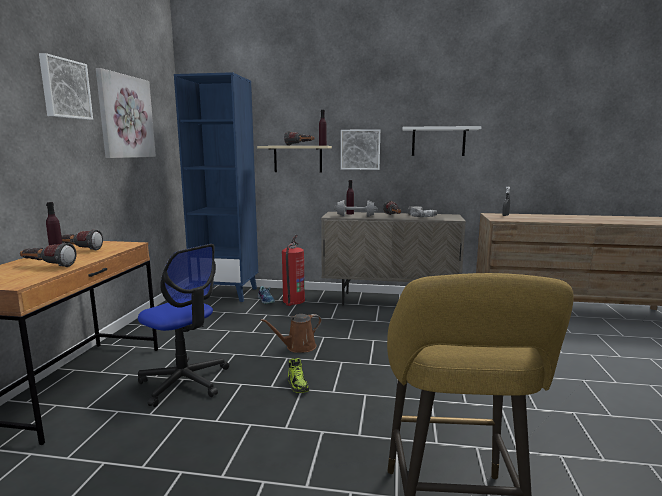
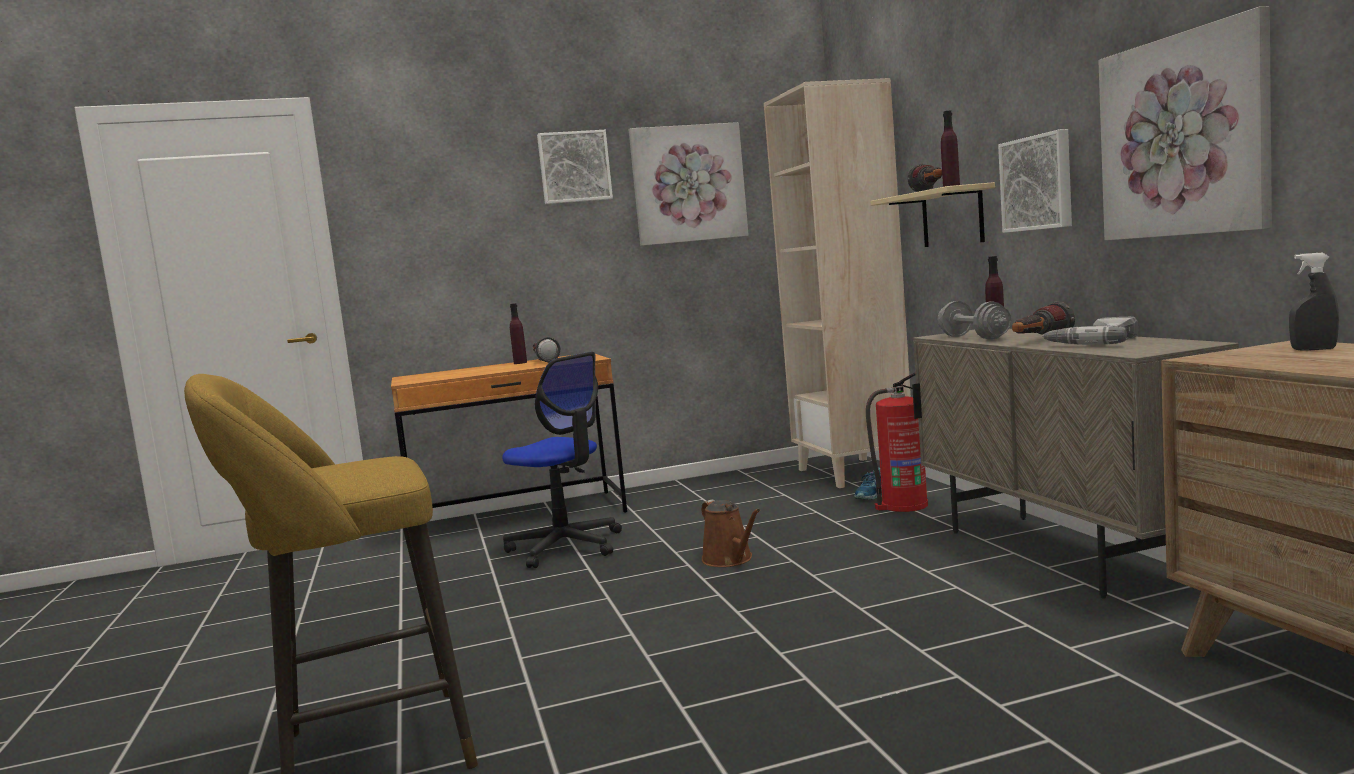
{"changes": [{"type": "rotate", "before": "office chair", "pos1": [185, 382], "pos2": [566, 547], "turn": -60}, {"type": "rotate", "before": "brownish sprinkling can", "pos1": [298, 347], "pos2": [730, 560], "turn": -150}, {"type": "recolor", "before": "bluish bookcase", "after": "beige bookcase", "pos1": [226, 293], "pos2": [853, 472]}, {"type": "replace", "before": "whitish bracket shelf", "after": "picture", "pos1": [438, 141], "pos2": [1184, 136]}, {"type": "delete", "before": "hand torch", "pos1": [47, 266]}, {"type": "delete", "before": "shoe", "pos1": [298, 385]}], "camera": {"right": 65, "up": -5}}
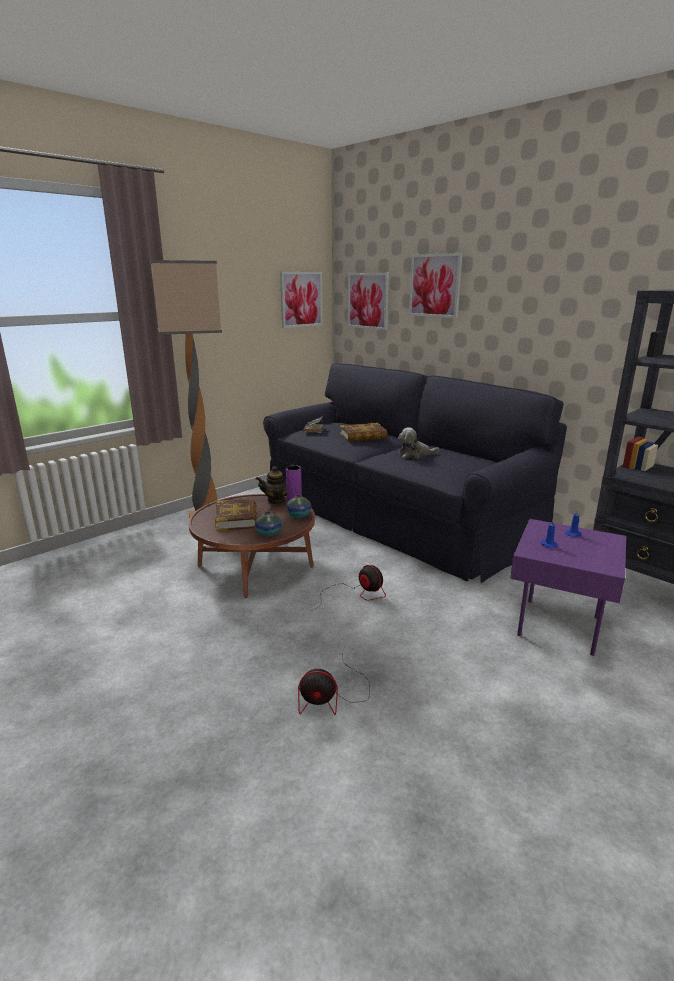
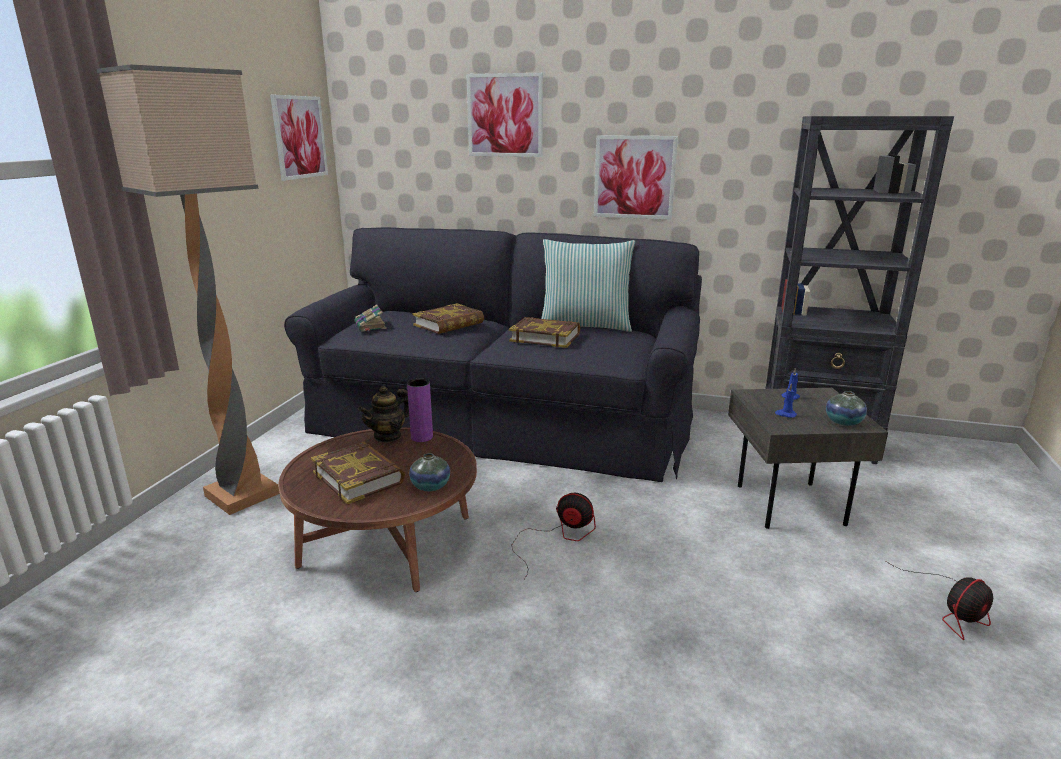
{"changes": [{"type": "replace", "before": "soft toy", "after": "book", "pos1": [415, 455], "pos2": [545, 337]}, {"type": "insert", "after": "pillow", "pos2": [585, 326]}, {"type": "move", "before": "picture", "pos1": [368, 301], "pos2": [634, 177]}, {"type": "recolor", "before": "purplish accent table", "after": "gray accent table", "pos1": [556, 624], "pos2": [786, 503]}, {"type": "move", "before": "vase", "pos1": [299, 515], "pos2": [843, 422]}, {"type": "move", "before": "electric fan", "pos1": [332, 697], "pos2": [954, 610]}], "camera": {"right": -30, "up": 0}}
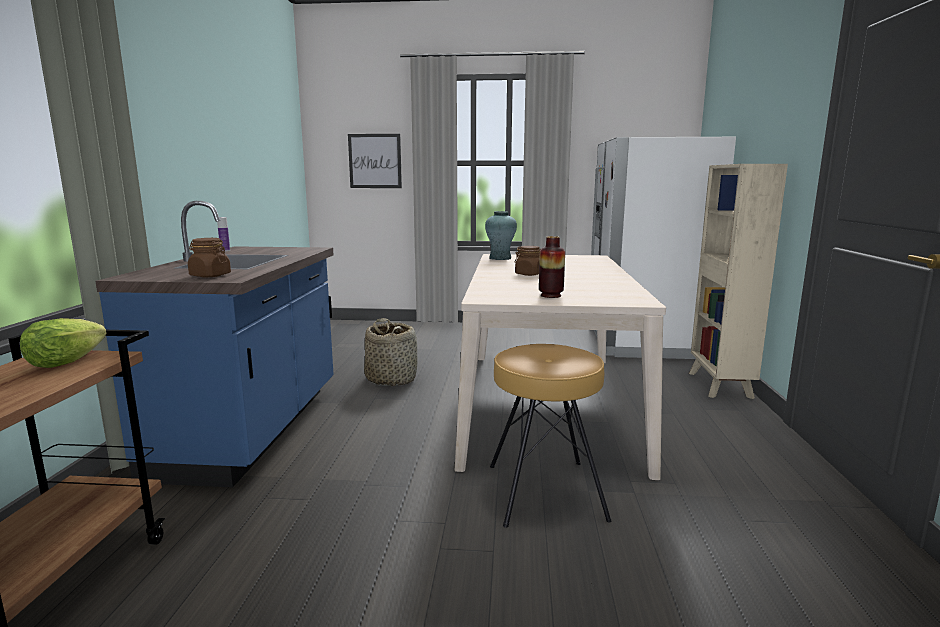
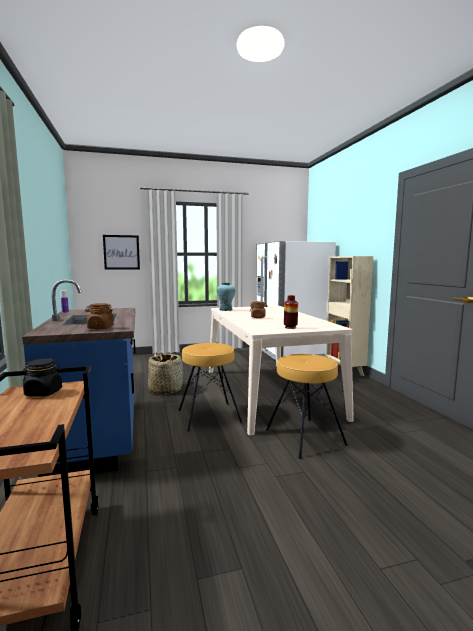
{"changes": [{"type": "replace", "before": "head of lettuce", "after": "black jar", "pos1": [65, 362], "pos2": [44, 393]}, {"type": "insert", "after": "brownish stool seat", "pos2": [209, 416]}], "camera": {"right": -20, "up": -5}}
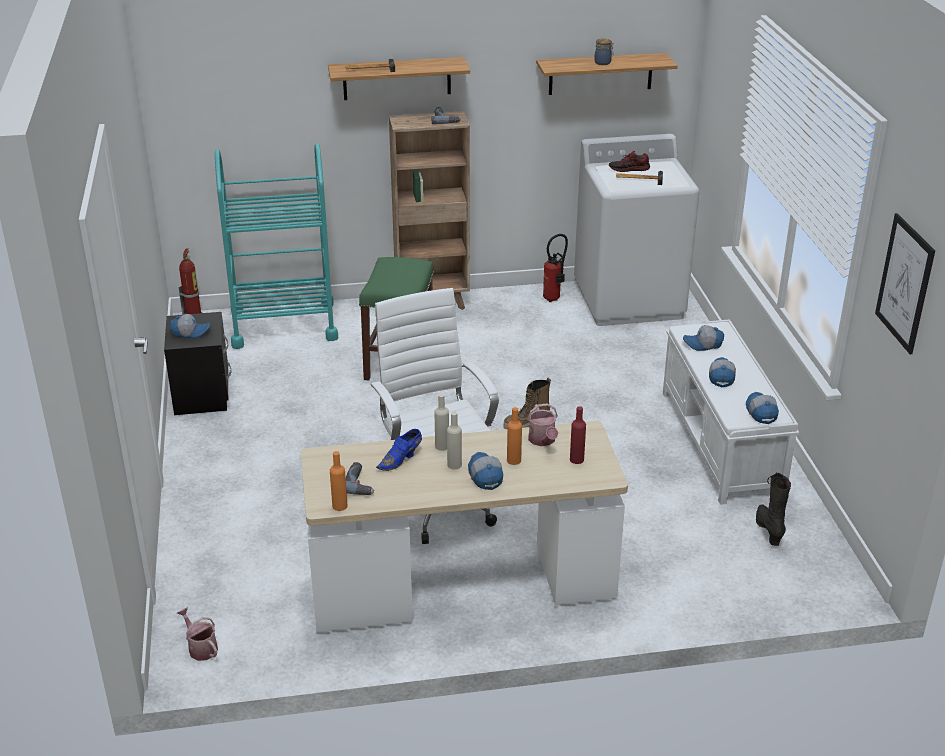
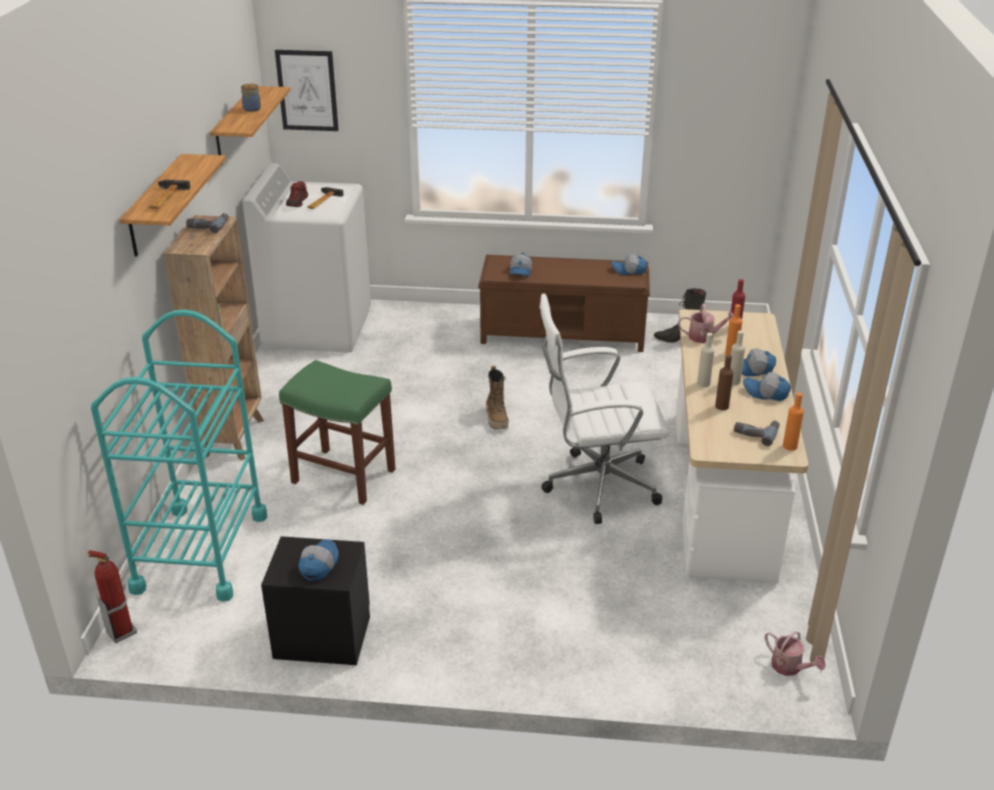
{"changes": [{"type": "move", "before": "picture", "pos1": [904, 283], "pos2": [307, 90]}, {"type": "recolor", "before": "whitish indoor bench", "after": "brownish indoor bench", "pos1": [721, 443], "pos2": [564, 334]}, {"type": "replace", "before": "bluish shoe", "after": "brownish beverage bottle", "pos1": [401, 460], "pos2": [722, 406]}, {"type": "move", "before": "cap", "pos1": [720, 376], "pos2": [765, 393]}, {"type": "rotate", "before": "sprinkling can", "pos1": [200, 647], "pos2": [790, 667], "turn": -105}, {"type": "delete", "before": "extinguisher", "pos1": [554, 299]}], "camera": {"right": -75, "up": 0}}
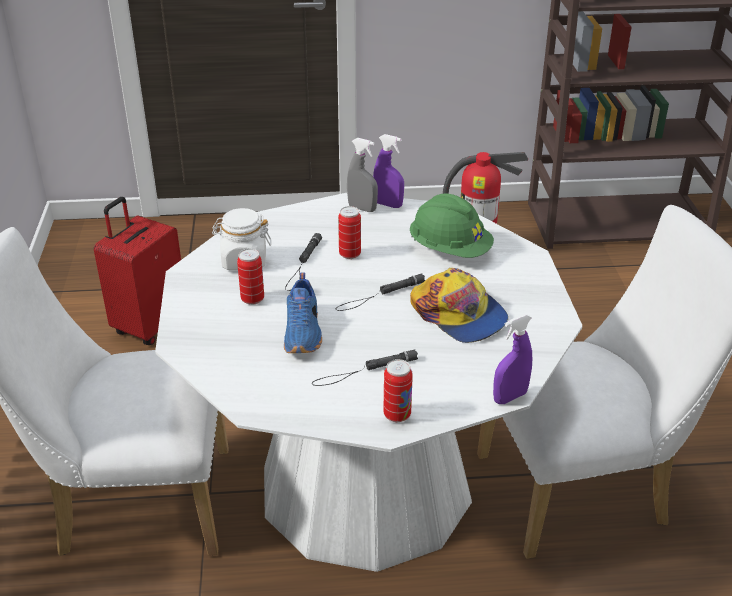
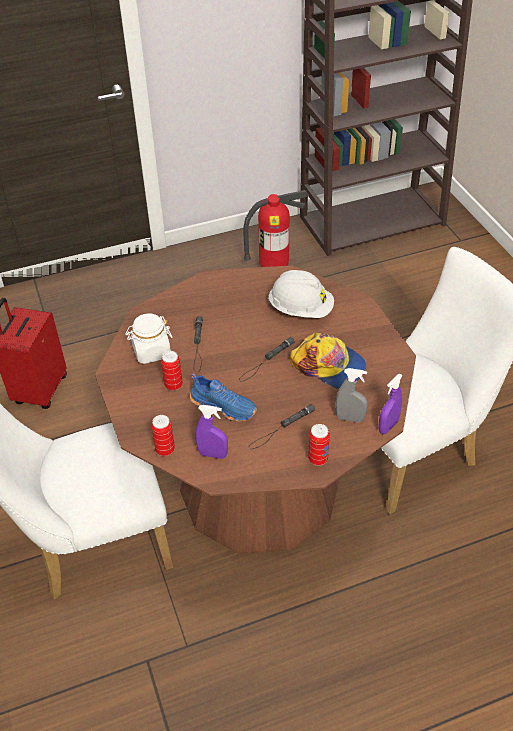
{"changes": [{"type": "recolor", "before": "whitish kitchen table", "after": "brownish kitchen table", "pos1": [365, 484], "pos2": [259, 485]}, {"type": "move", "before": "sealed can", "pos1": [350, 254], "pos2": [165, 450]}, {"type": "rotate", "before": "bluish shoe", "pos1": [304, 332], "pos2": [224, 406], "turn": -45}, {"type": "move", "before": "purplish spray bottle", "pos1": [388, 204], "pos2": [213, 454]}, {"type": "recolor", "before": "greenish hard hat", "after": "whitish hard hat", "pos1": [449, 250], "pos2": [301, 309]}, {"type": "move", "before": "gray spray bottle", "pos1": [362, 208], "pos2": [350, 418]}], "camera": {"right": -15, "up": 10}}
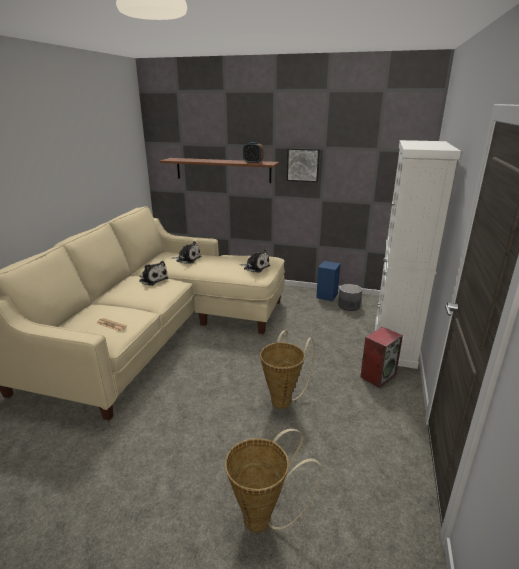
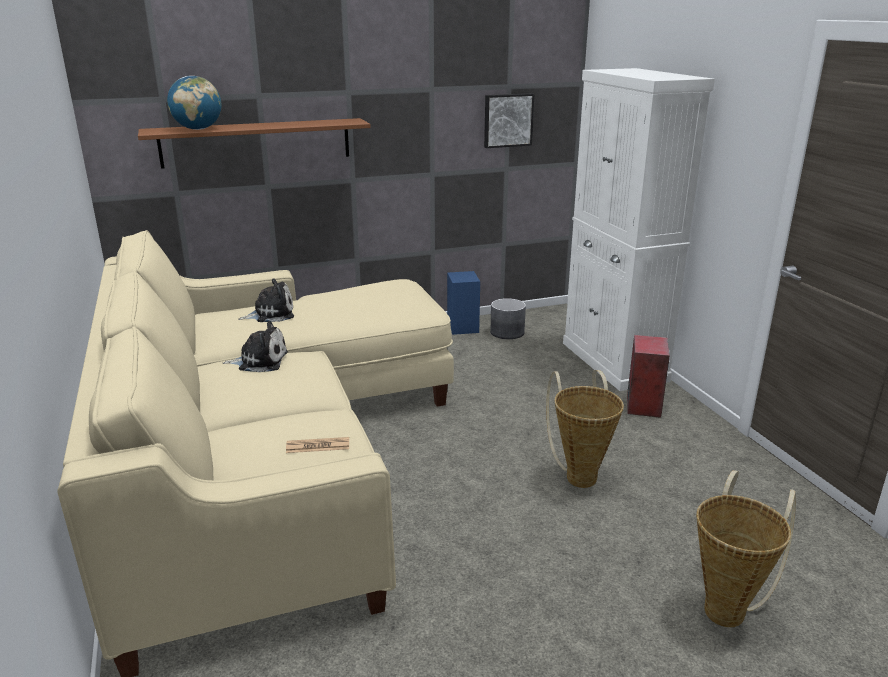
{"changes": [{"type": "insert", "after": "globe", "pos2": [198, 129]}, {"type": "move", "before": "picture", "pos1": [303, 165], "pos2": [507, 120]}, {"type": "delete", "before": "soft toy", "pos1": [255, 267]}, {"type": "delete", "before": "alarm clock", "pos1": [253, 163]}], "camera": {"right": -35, "up": 0}}
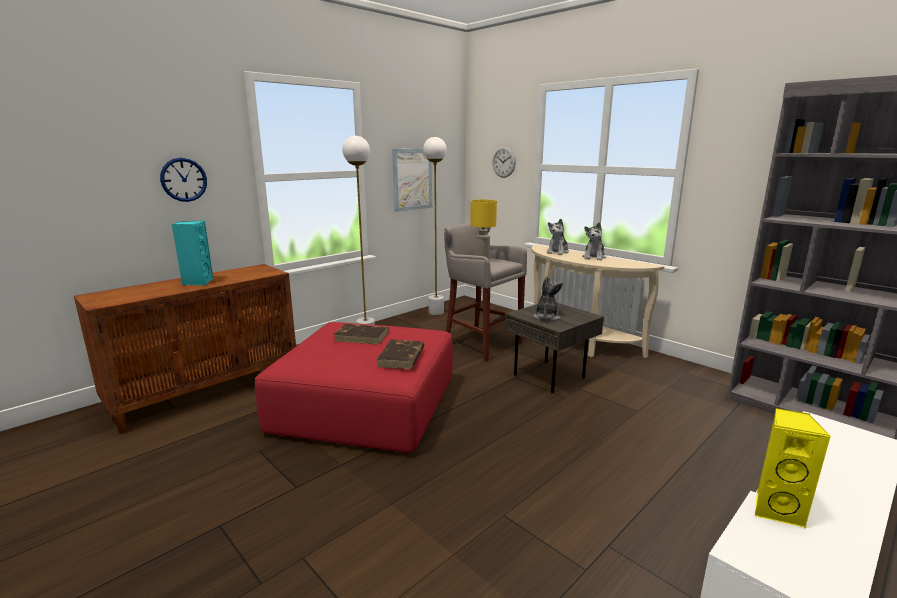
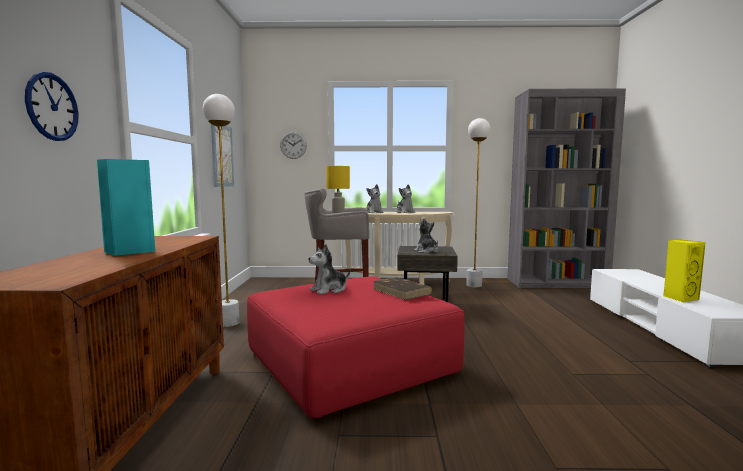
{"changes": [{"type": "replace", "before": "brownish book", "after": "soft toy", "pos1": [362, 336], "pos2": [329, 290]}, {"type": "move", "before": "whitish floor lamp", "pos1": [436, 312], "pos2": [474, 285]}], "camera": {"right": -45, "up": -10}}
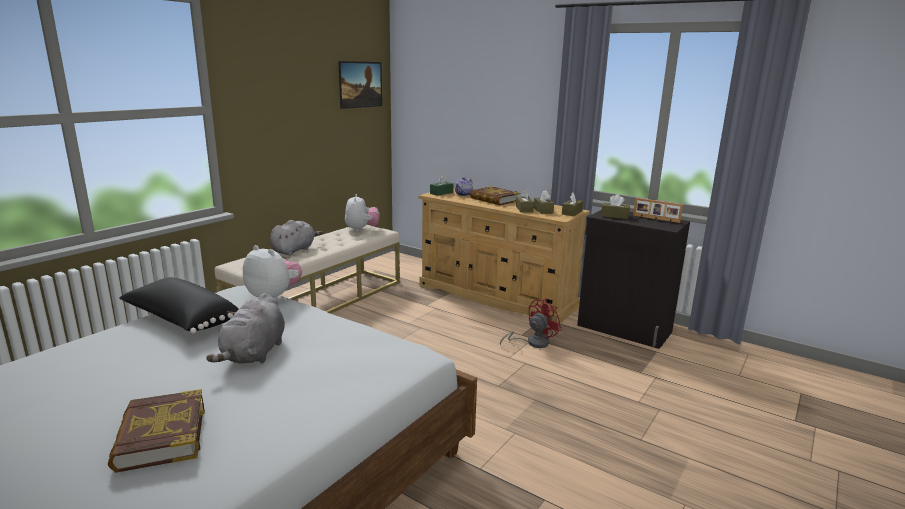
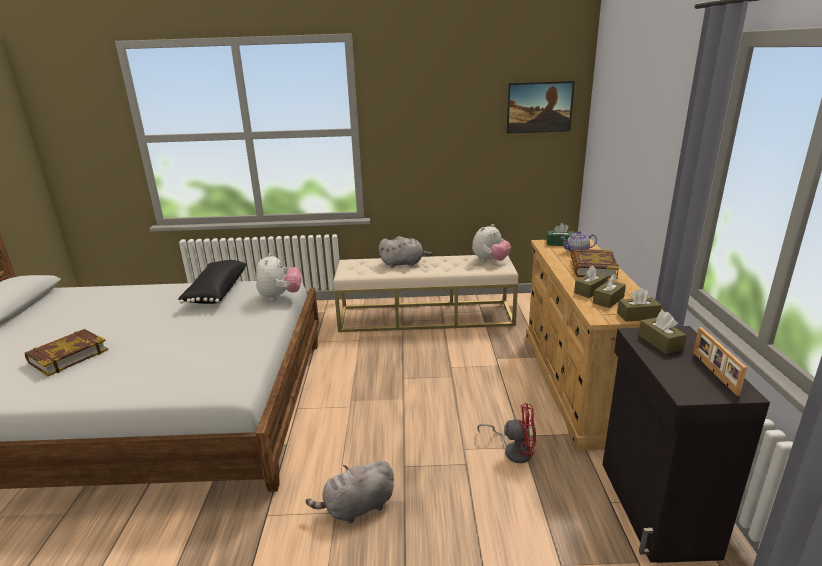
{"changes": [{"type": "move", "before": "gray soft toy", "pos1": [254, 354], "pos2": [357, 508]}], "camera": {"right": 55, "up": 5}}
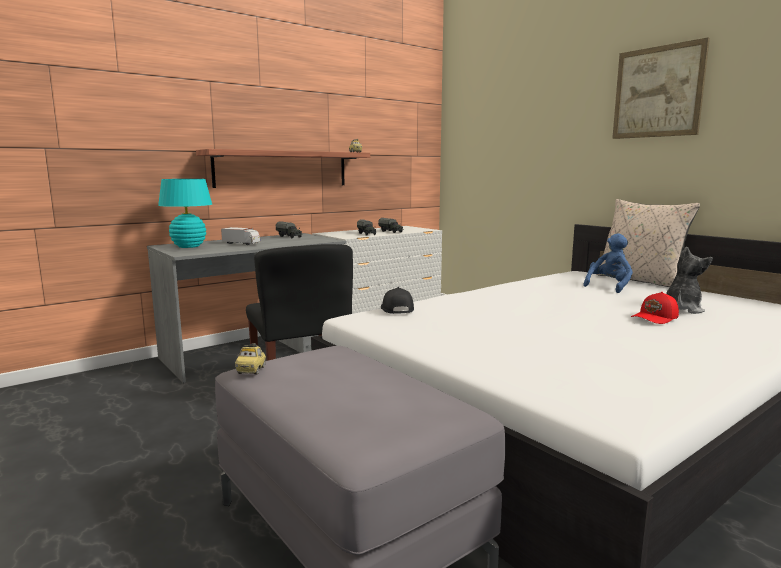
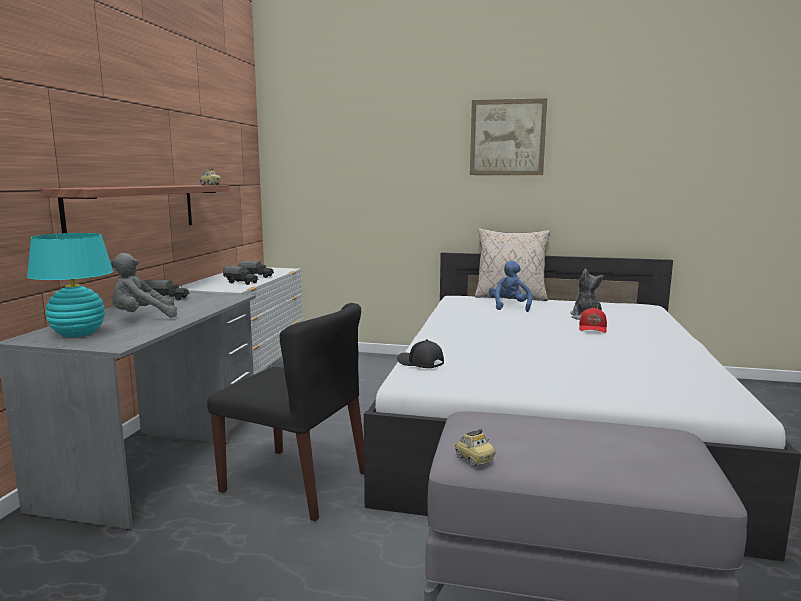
{"changes": [{"type": "replace", "before": "toy lorry", "after": "gray soft toy", "pos1": [241, 244], "pos2": [142, 318]}], "camera": {"right": -40, "up": 0}}
